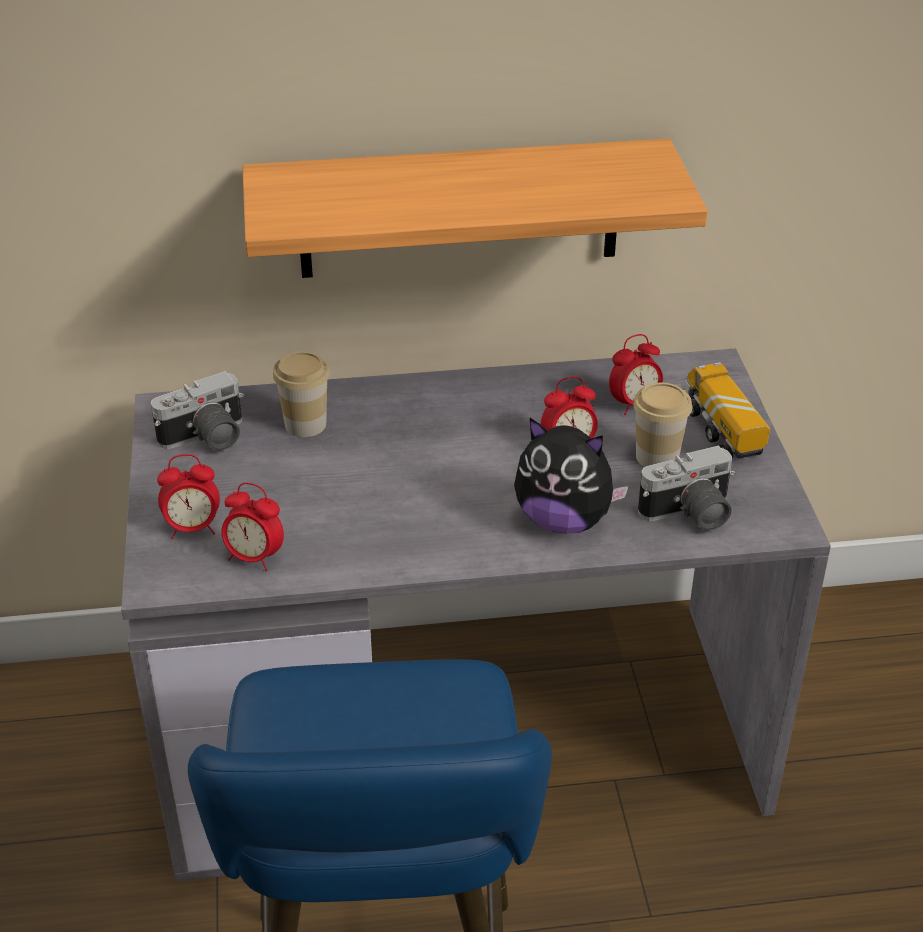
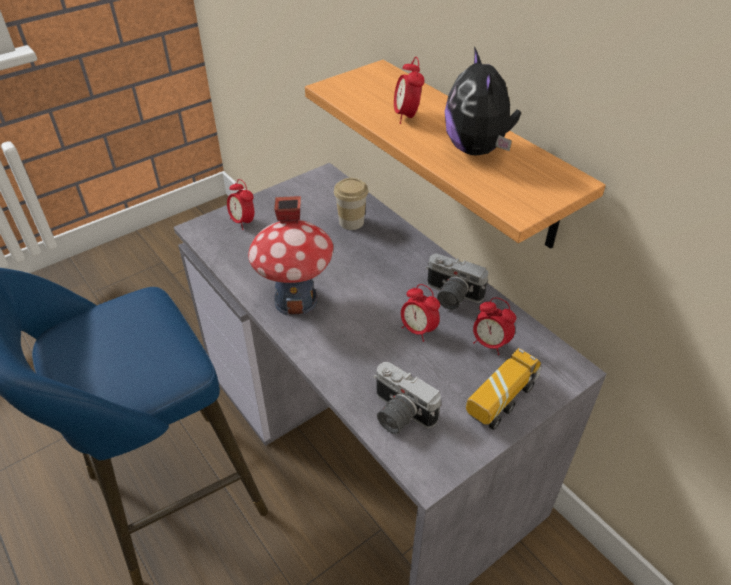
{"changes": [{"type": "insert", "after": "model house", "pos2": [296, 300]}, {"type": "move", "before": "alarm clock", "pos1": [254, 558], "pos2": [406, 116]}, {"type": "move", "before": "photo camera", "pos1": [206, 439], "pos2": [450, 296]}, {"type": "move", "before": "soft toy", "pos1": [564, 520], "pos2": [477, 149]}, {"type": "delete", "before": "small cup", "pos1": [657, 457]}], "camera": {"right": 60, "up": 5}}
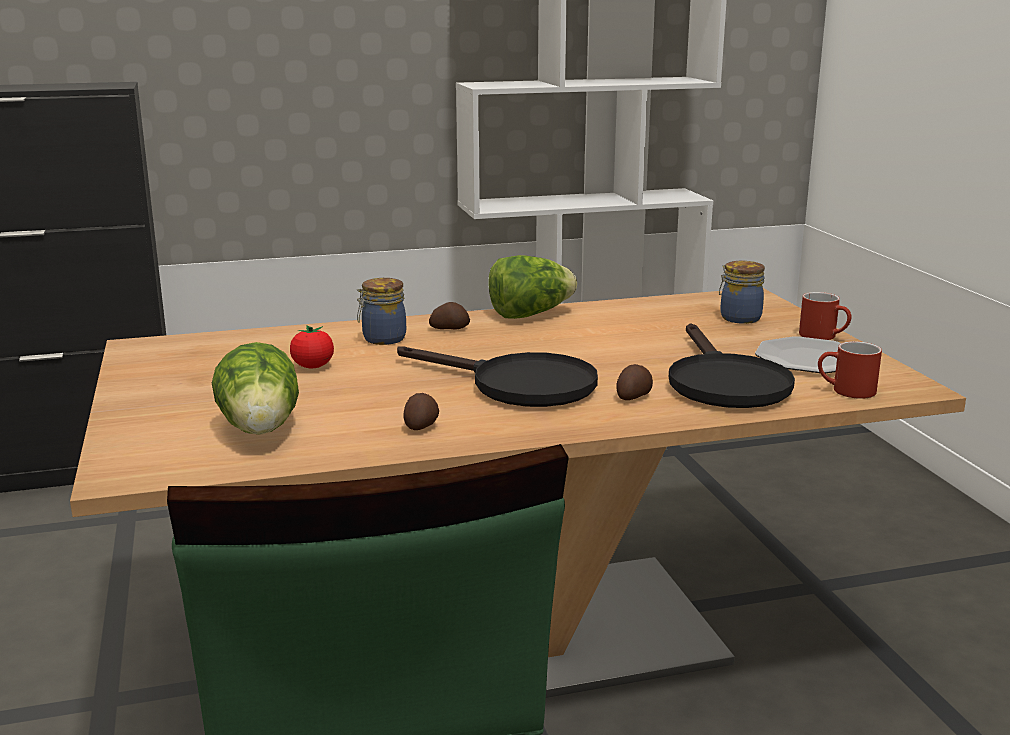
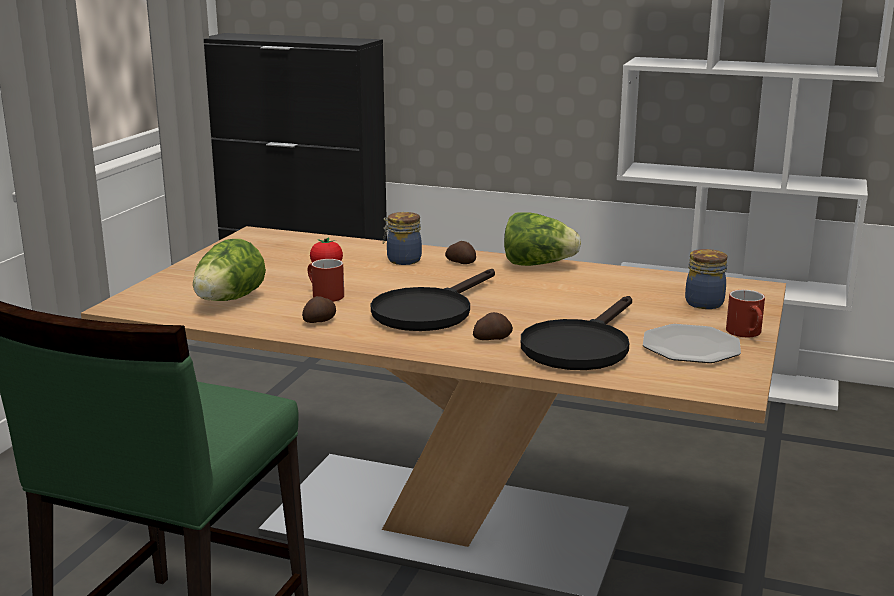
{"changes": [{"type": "move", "before": "red-coloured mug", "pos1": [846, 391], "pos2": [323, 295]}, {"type": "rotate", "before": "black pan", "pos1": [518, 385], "pos2": [429, 311], "turn": 60}], "camera": {"right": 35, "up": 0}}
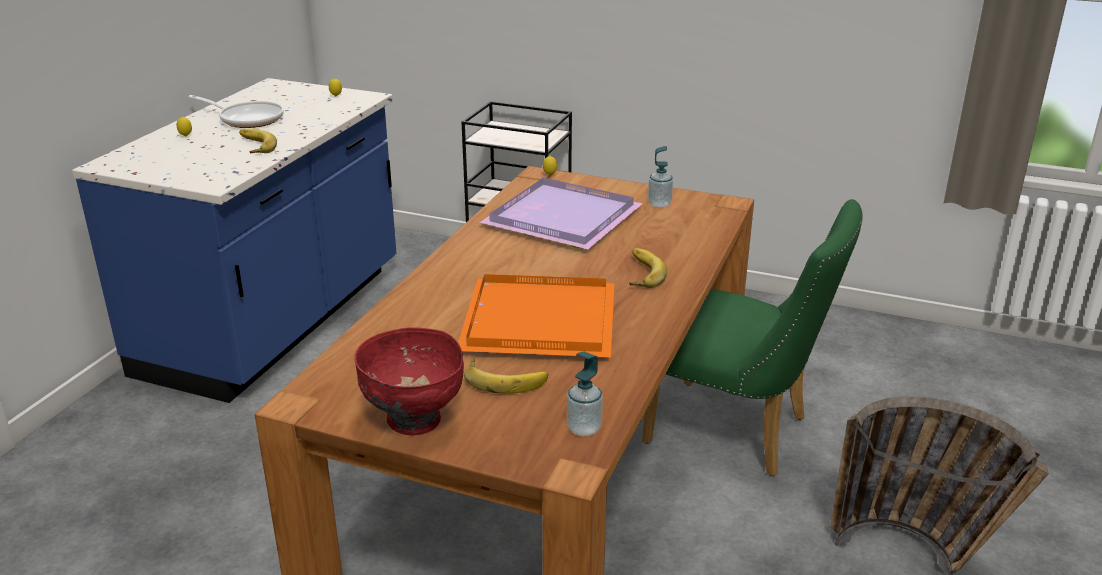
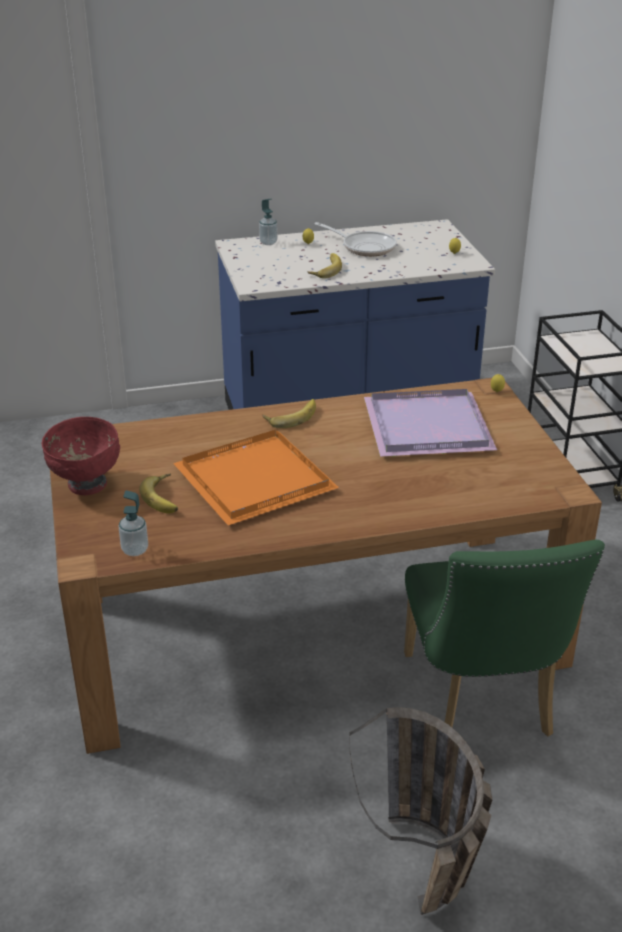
{"changes": [{"type": "move", "before": "liquid soap bottle", "pos1": [659, 204], "pos2": [268, 242]}, {"type": "move", "before": "banana", "pos1": [640, 273], "pos2": [291, 416]}, {"type": "rotate", "before": "pan", "pos1": [247, 119], "pos2": [365, 247], "turn": -45}], "camera": {"right": 55, "up": 5}}
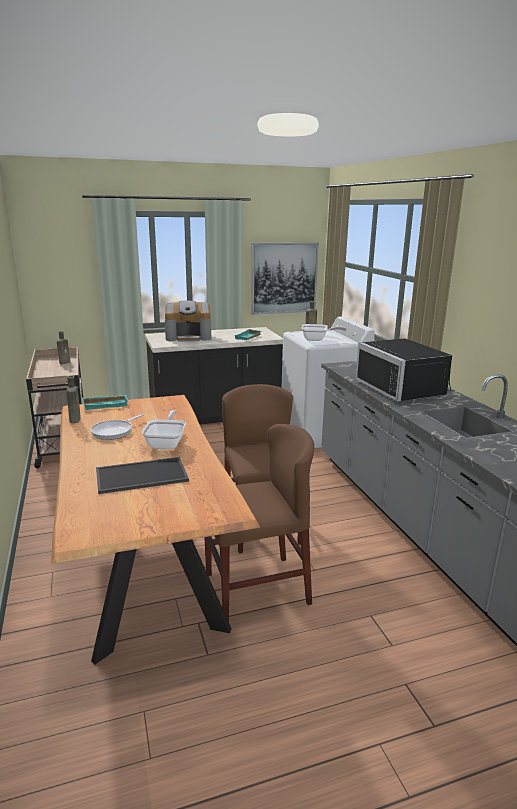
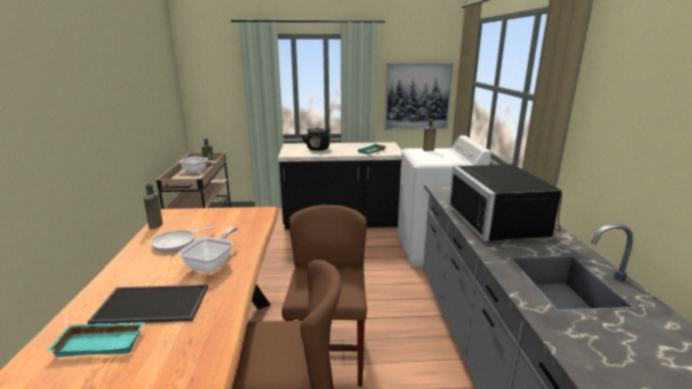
{"changes": [{"type": "move", "before": "turquoise serving tray", "pos1": [106, 404], "pos2": [102, 342]}, {"type": "move", "before": "pan", "pos1": [317, 340], "pos2": [197, 171]}, {"type": "replace", "before": "coffee brewer", "after": "black tea kettle", "pos1": [188, 337], "pos2": [318, 148]}], "camera": {"right": 15, "up": 0}}
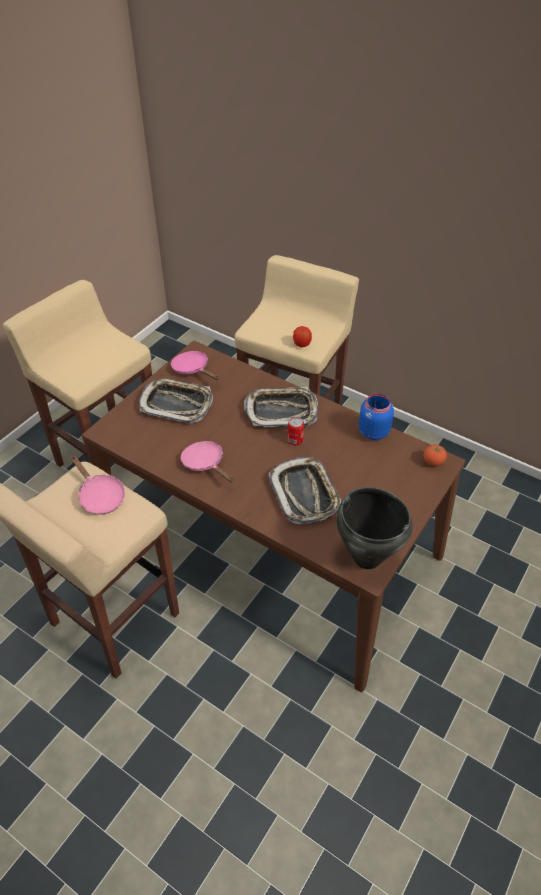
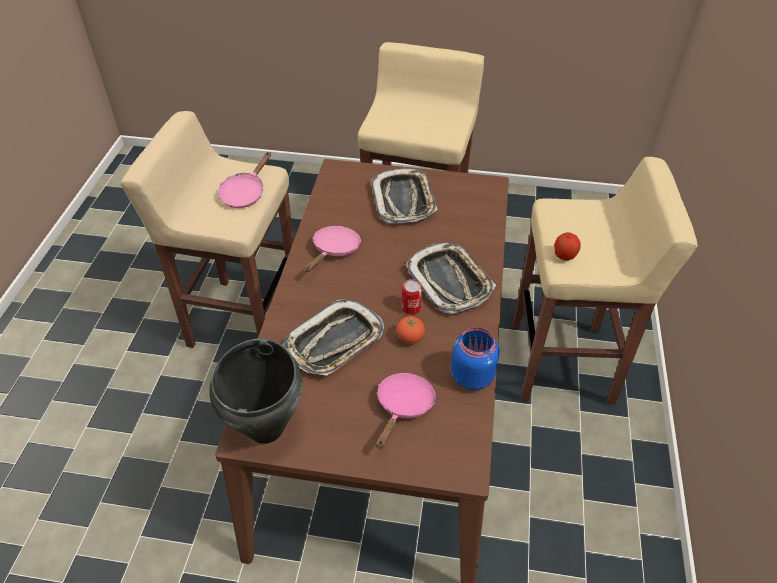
{"changes": [{"type": "move", "before": "pink pan", "pos1": [193, 369], "pos2": [403, 407]}, {"type": "move", "before": "whole tomato", "pos1": [433, 462], "pos2": [410, 338]}], "camera": {"right": 65, "up": 0}}
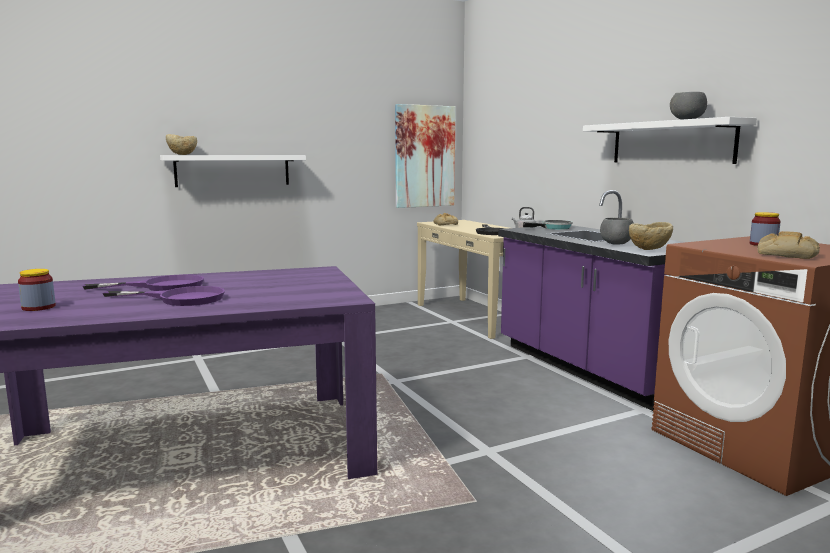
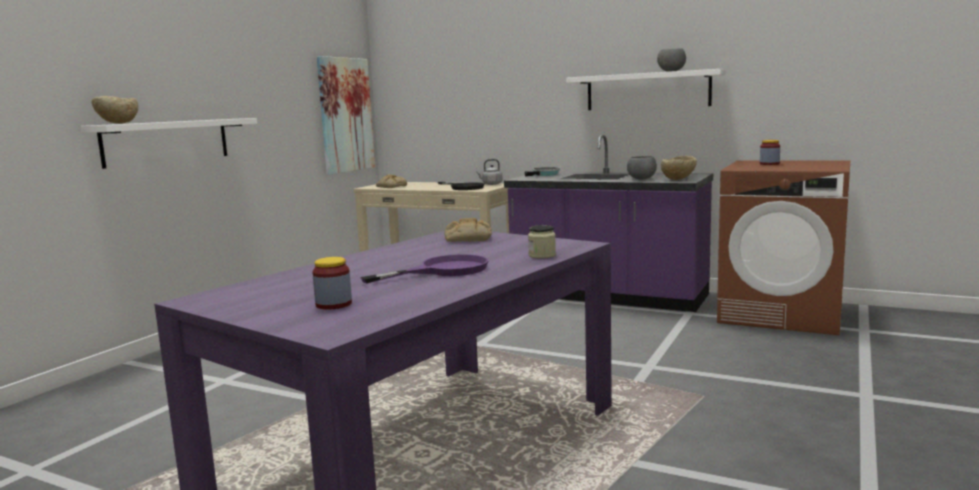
{"changes": [{"type": "move", "before": "baked bread", "pos1": [786, 254], "pos2": [467, 238]}, {"type": "insert", "after": "jar", "pos2": [542, 255]}, {"type": "delete", "before": "purplish pan", "pos1": [162, 286]}], "camera": {"right": -35, "up": 0}}
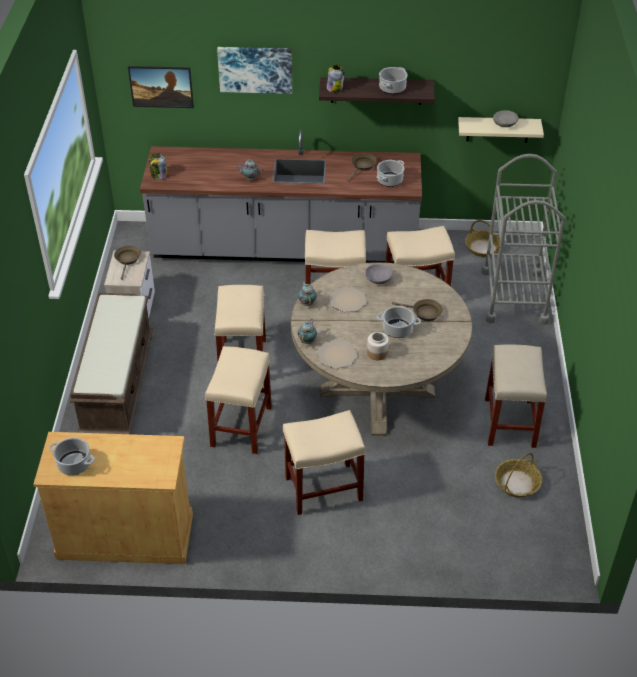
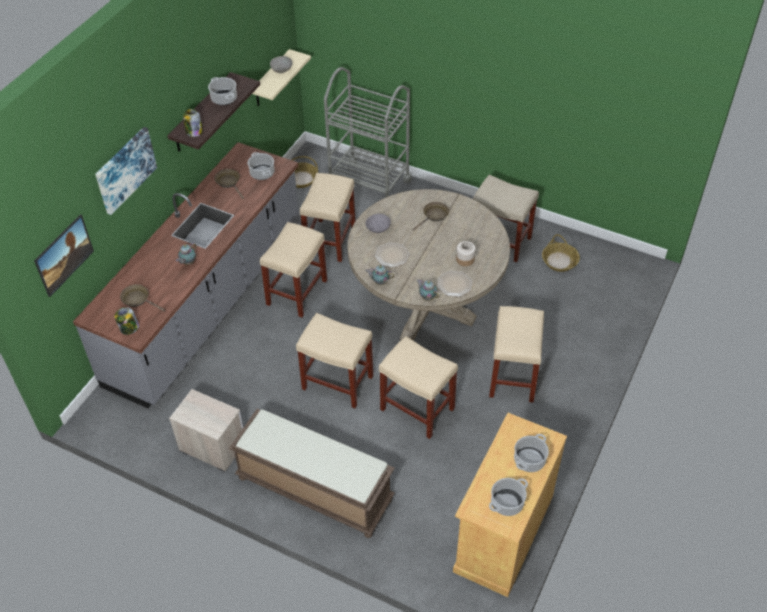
{"changes": [{"type": "move", "before": "brownish pan", "pos1": [127, 260], "pos2": [138, 299]}, {"type": "move", "before": "saucepot", "pos1": [398, 329], "pos2": [529, 460]}], "camera": {"right": -65, "up": 5}}
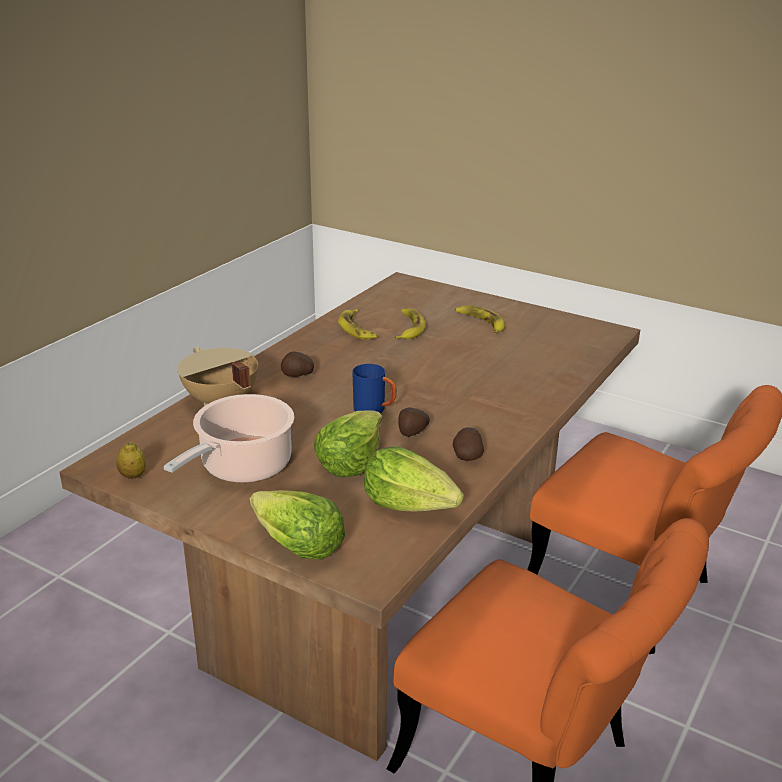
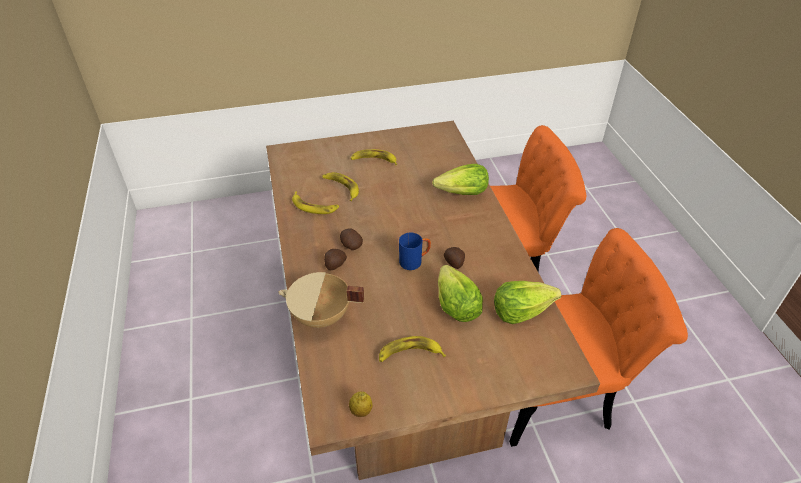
{"changes": [{"type": "move", "before": "whole potato", "pos1": [467, 456], "pos2": [350, 245]}, {"type": "replace", "before": "saucepot", "after": "banana", "pos1": [242, 467], "pos2": [409, 353]}, {"type": "move", "before": "head of lettuce", "pos1": [297, 545], "pos2": [462, 193]}], "camera": {"right": -45, "up": 15}}
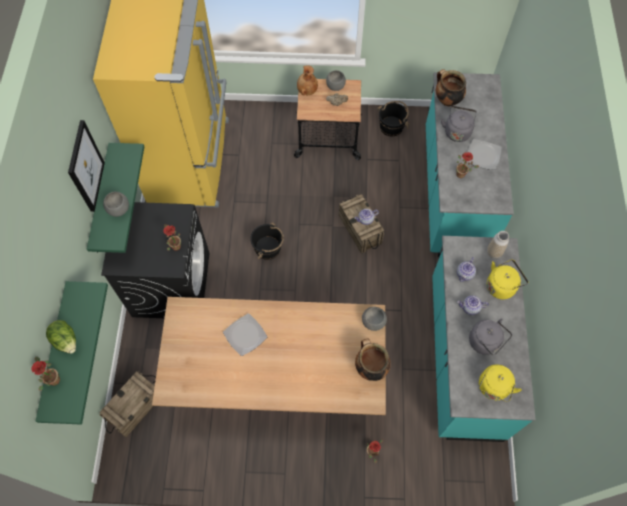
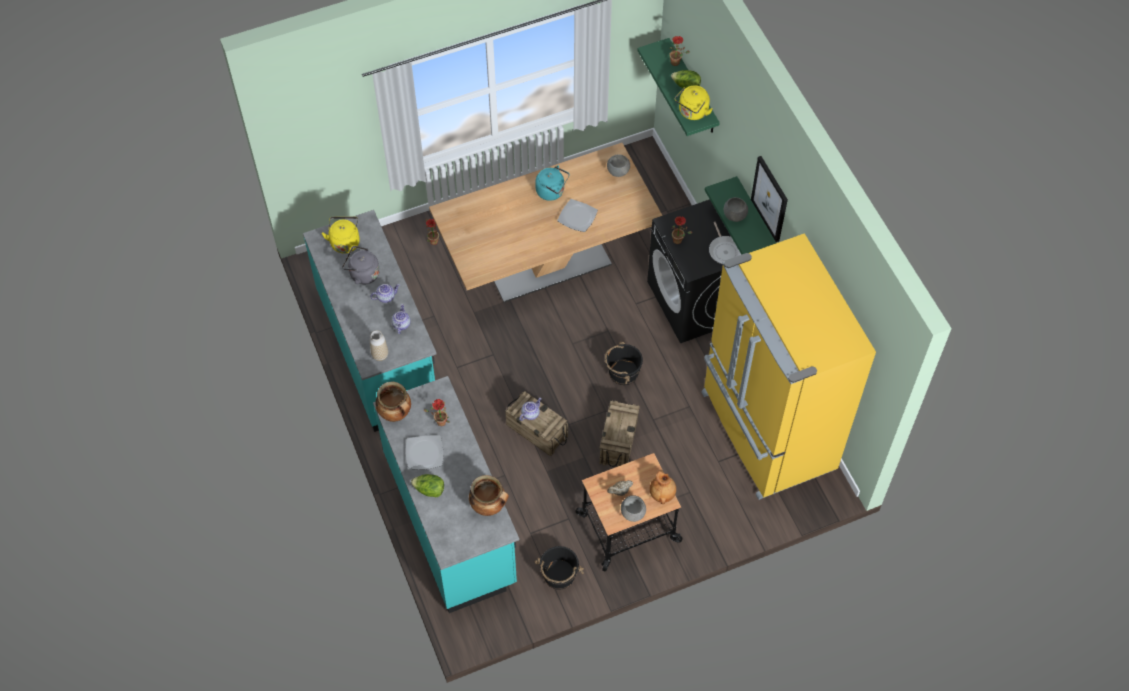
{"changes": [{"type": "move", "before": "saucepot", "pos1": [370, 367], "pos2": [396, 413]}, {"type": "insert", "after": "head of lettuce", "pos2": [429, 490]}, {"type": "insert", "after": "turquoise tea kettle", "pos2": [552, 191]}, {"type": "move", "before": "shipping crate", "pos1": [136, 408], "pos2": [618, 442]}, {"type": "move", "before": "gray serving bowl", "pos1": [373, 322], "pos2": [618, 171]}, {"type": "move", "before": "yellow-coloured tea kettle", "pos1": [502, 286], "pos2": [692, 112]}, {"type": "insert", "after": "pan", "pos2": [725, 250]}, {"type": "delete", "before": "gray tea kettle", "pos1": [457, 131]}], "camera": {"right": 155, "up": -5}}
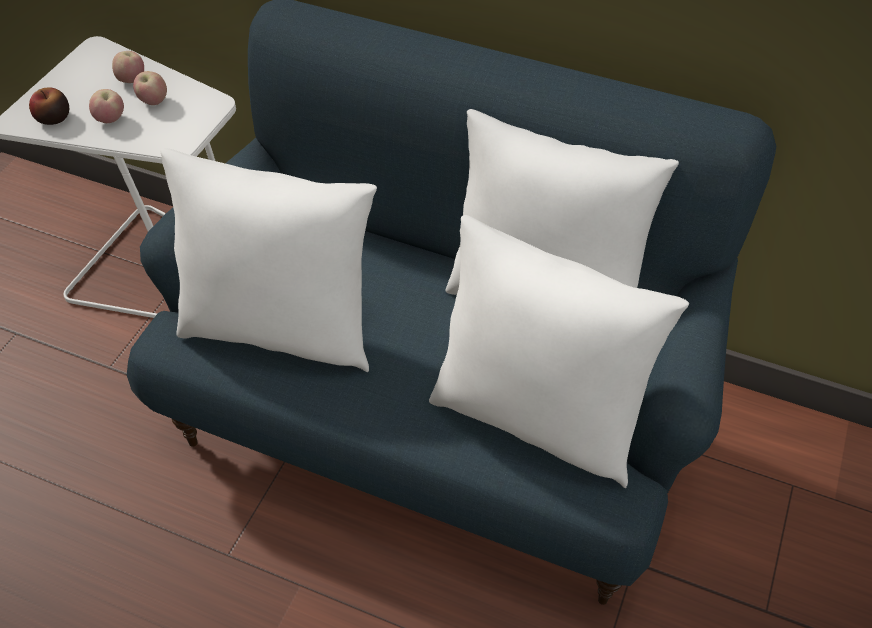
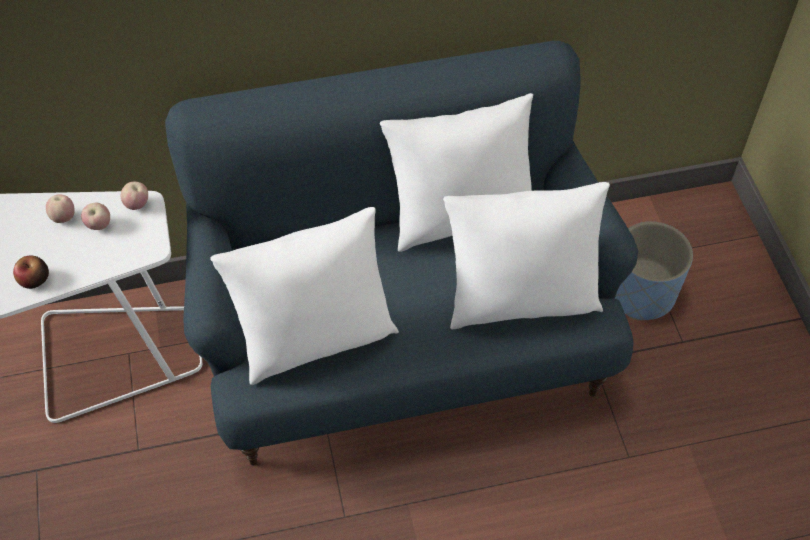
{"changes": [{"type": "move", "before": "apple", "pos1": [110, 120], "pos2": [137, 204]}, {"type": "insert", "after": "bluish planter", "pos2": [642, 294]}], "camera": {"right": -35, "up": 5}}
